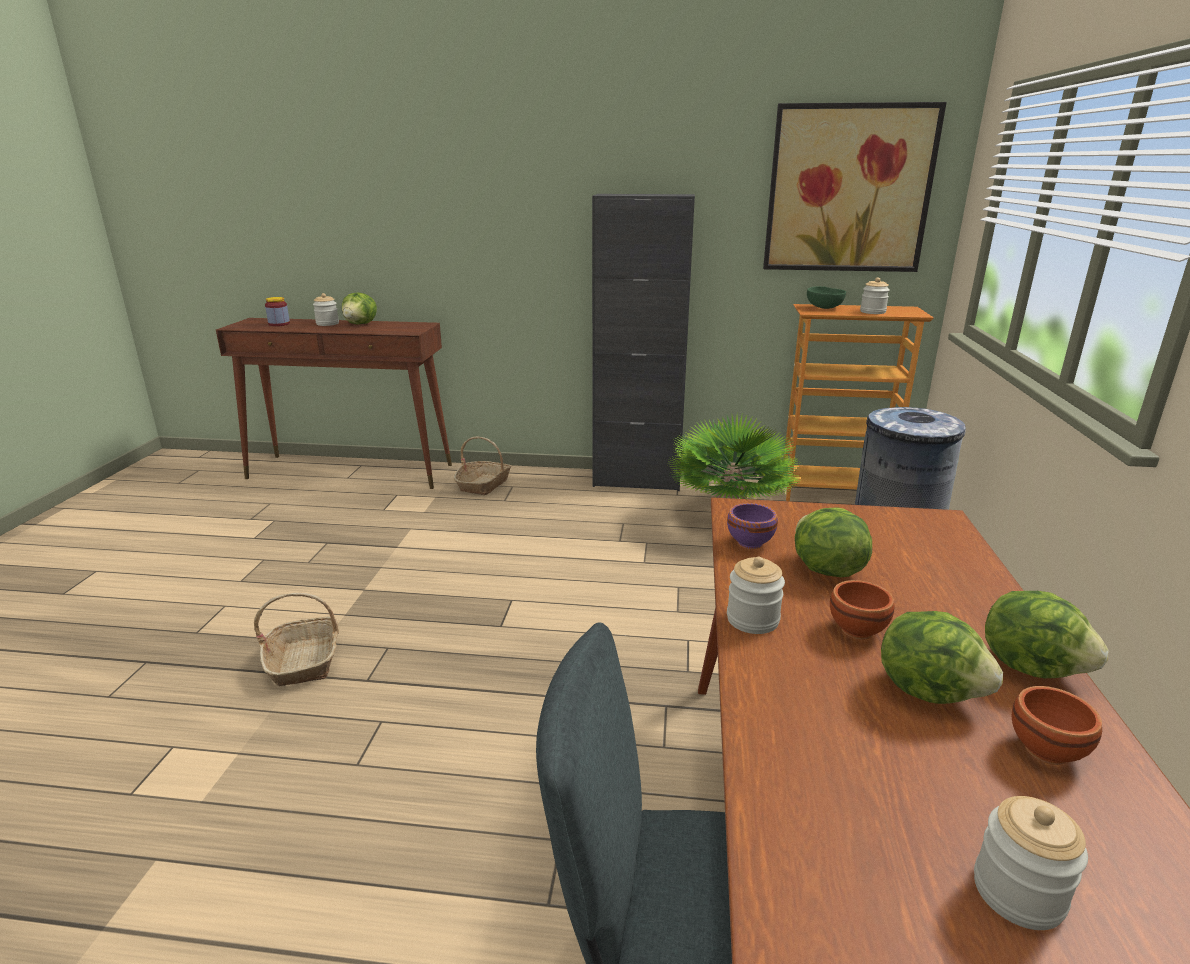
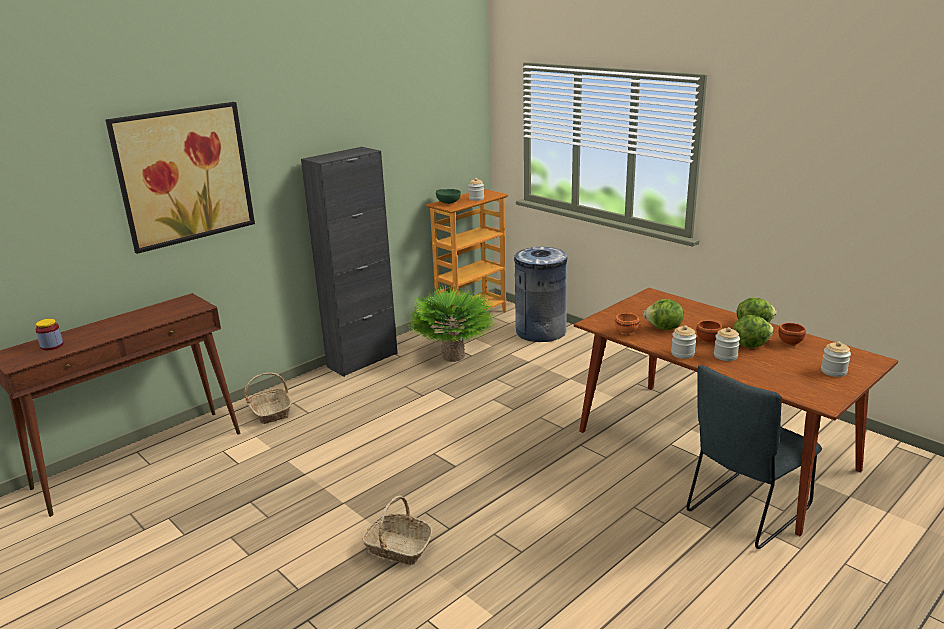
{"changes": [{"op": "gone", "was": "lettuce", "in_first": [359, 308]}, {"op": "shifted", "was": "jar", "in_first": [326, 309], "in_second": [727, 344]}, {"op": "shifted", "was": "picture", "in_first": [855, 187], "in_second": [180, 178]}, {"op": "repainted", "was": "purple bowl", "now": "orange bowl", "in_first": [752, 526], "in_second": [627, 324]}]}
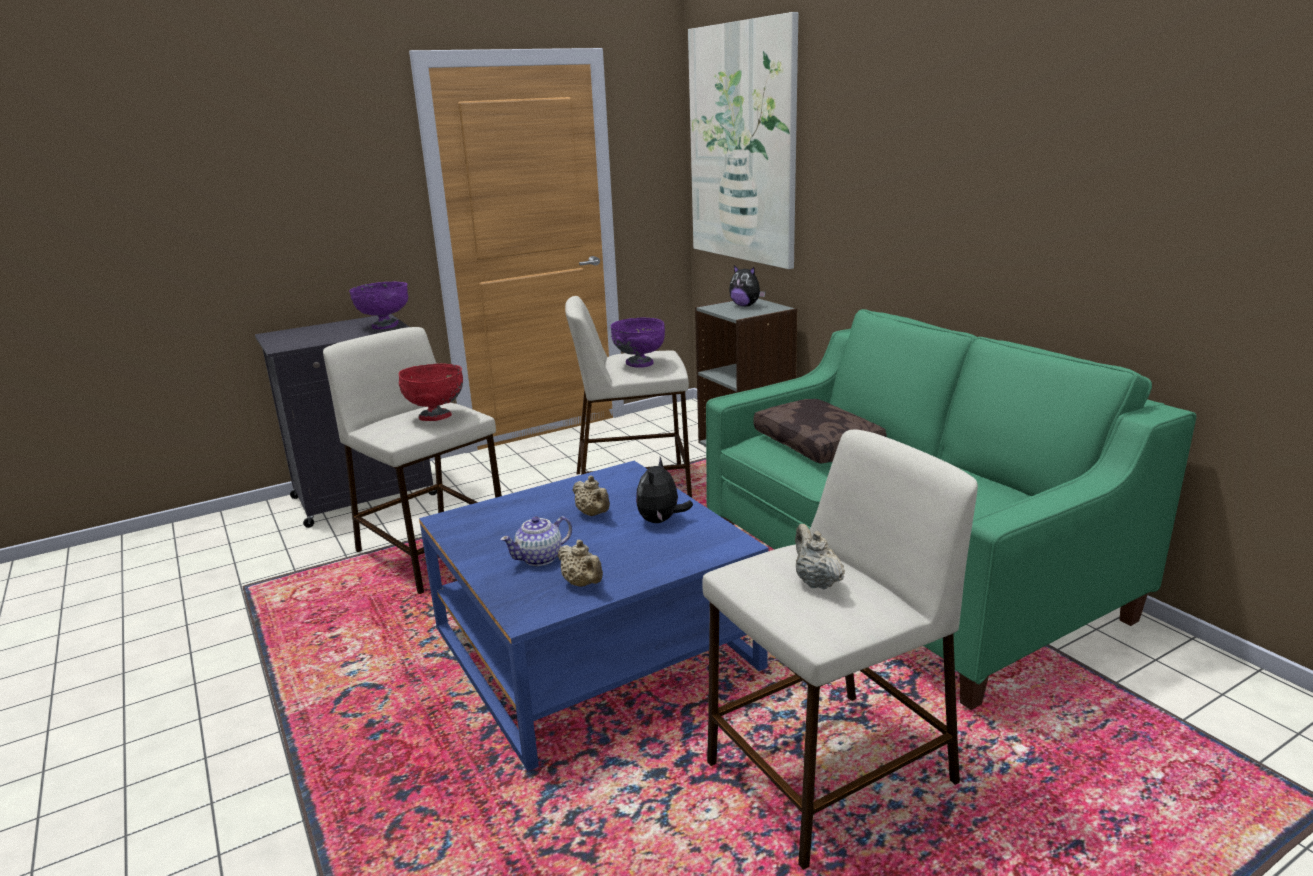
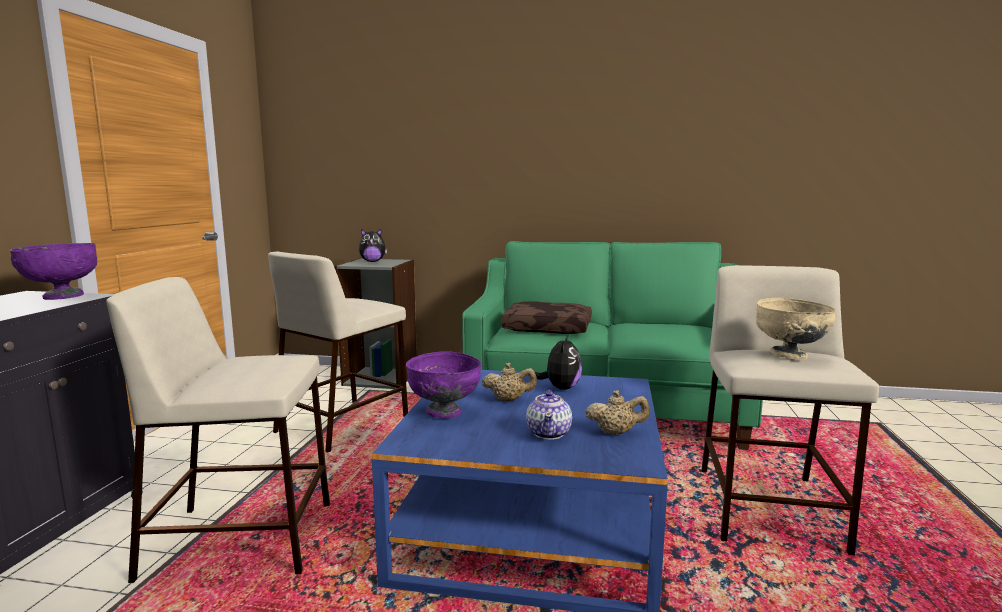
{"changes": [{"op": "gone", "was": "red bowl", "in_first": [431, 392]}, {"op": "gone", "was": "picture", "in_first": [743, 140]}, {"op": "shifted", "was": "purple bowl", "in_first": [638, 342], "in_second": [443, 384]}, {"op": "swapped", "was": "beige teapot", "now": "beige bowl", "in_first": [820, 557], "in_second": [796, 329]}, {"op": "rotated", "was": "plush toy", "in_first": [664, 490], "in_second": [558, 362], "clockwise": -135}]}
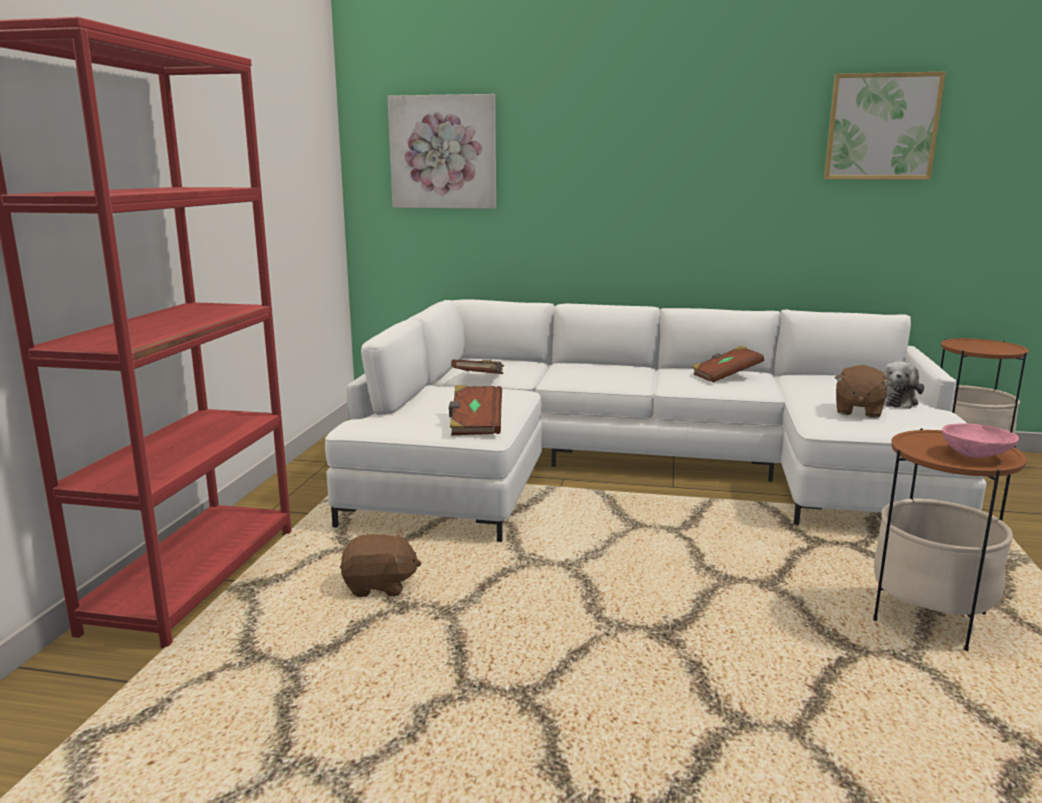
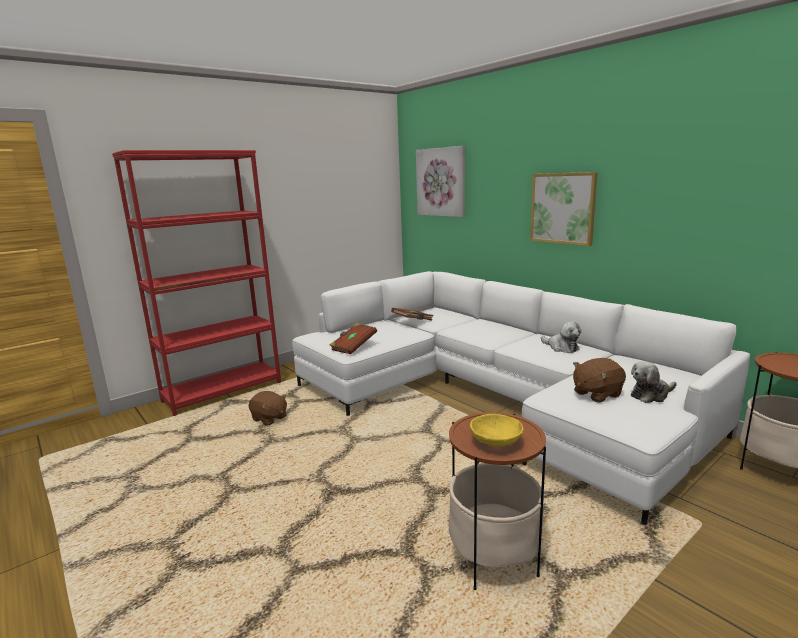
{"changes": [{"op": "shifted", "was": "picture", "in_first": [885, 126], "in_second": [564, 209]}, {"op": "swapped", "was": "brown book", "now": "plush toy", "in_first": [728, 364], "in_second": [561, 337]}, {"op": "repainted", "was": "pink bowl", "now": "yellow bowl", "in_first": [980, 440], "in_second": [497, 430]}]}
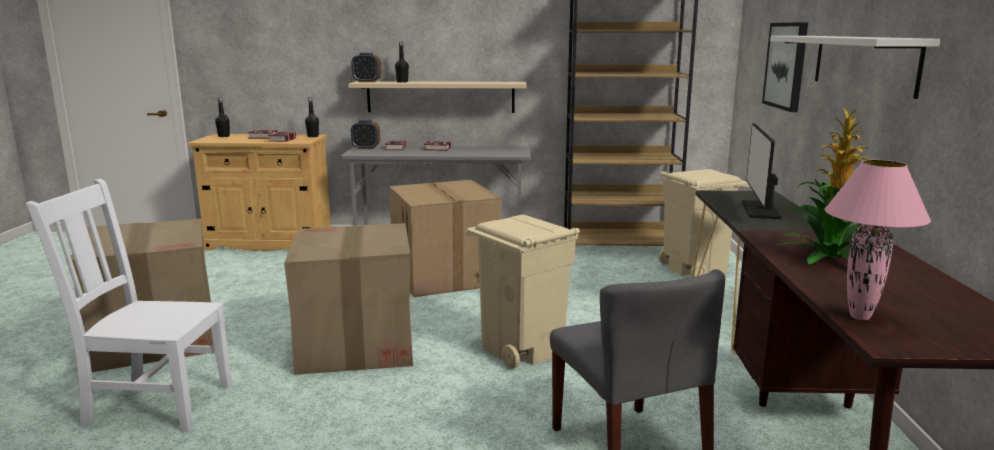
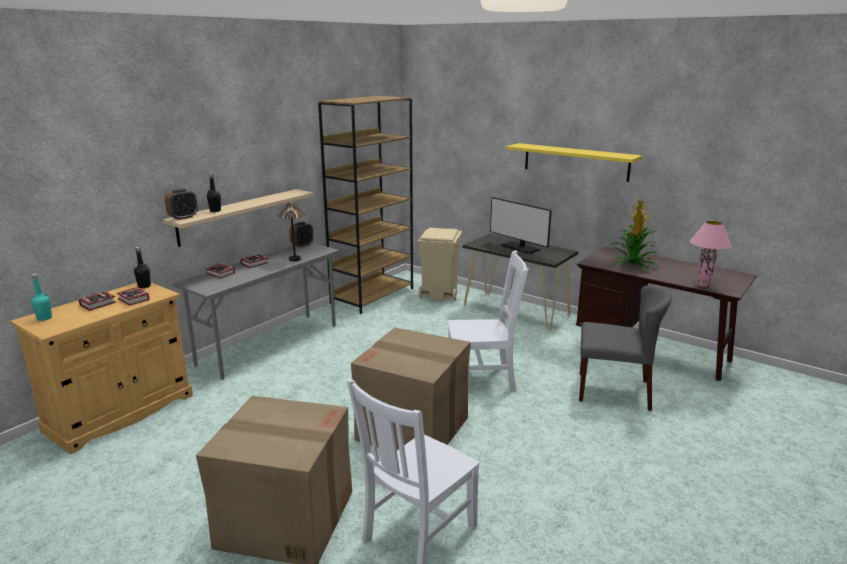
{"changes": [{"op": "gone", "was": "cardboard box", "in_first": [445, 238]}, {"op": "gone", "was": "picture", "in_first": [785, 67]}, {"op": "new", "now": "table lamp", "in_second": [291, 231]}, {"op": "shifted", "was": "alarm clock", "in_first": [365, 134], "in_second": [301, 235]}, {"op": "swapped", "was": "beige trash can", "now": "white chair", "in_first": [522, 292], "in_second": [488, 320]}, {"op": "repainted", "was": "black bottle", "now": "turquoise bottle", "in_first": [222, 117], "in_second": [41, 297]}, {"op": "repainted", "was": "white shelf", "now": "yellow shelf", "in_first": [855, 67], "in_second": [574, 162]}]}
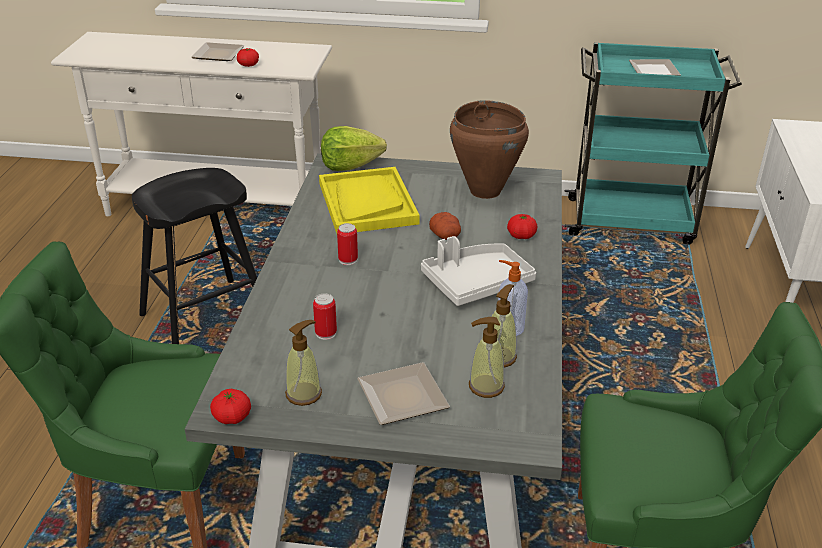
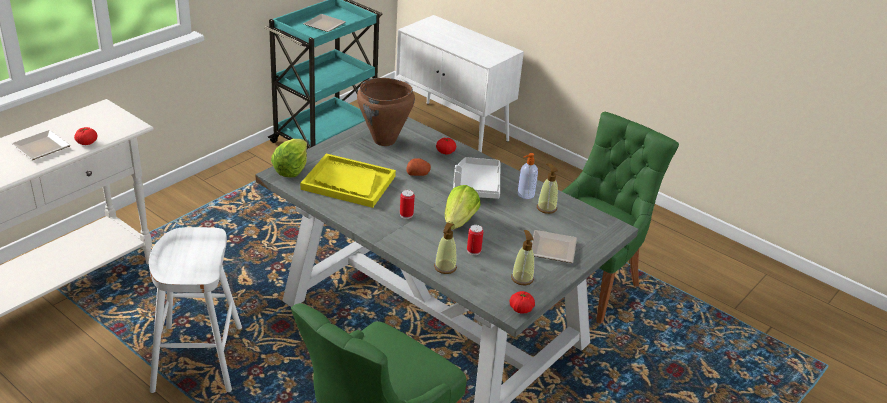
{"changes": [{"op": "new", "now": "lettuce", "in_second": [463, 207]}, {"op": "shifted", "was": "soap dispenser", "in_first": [487, 357], "in_second": [445, 248]}, {"op": "repainted", "was": "black stool", "now": "white stool", "in_first": [194, 256], "in_second": [195, 310]}]}
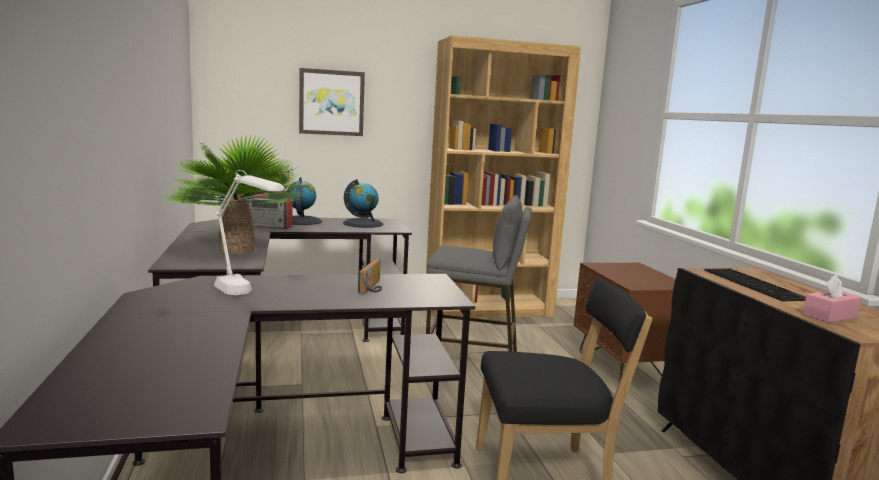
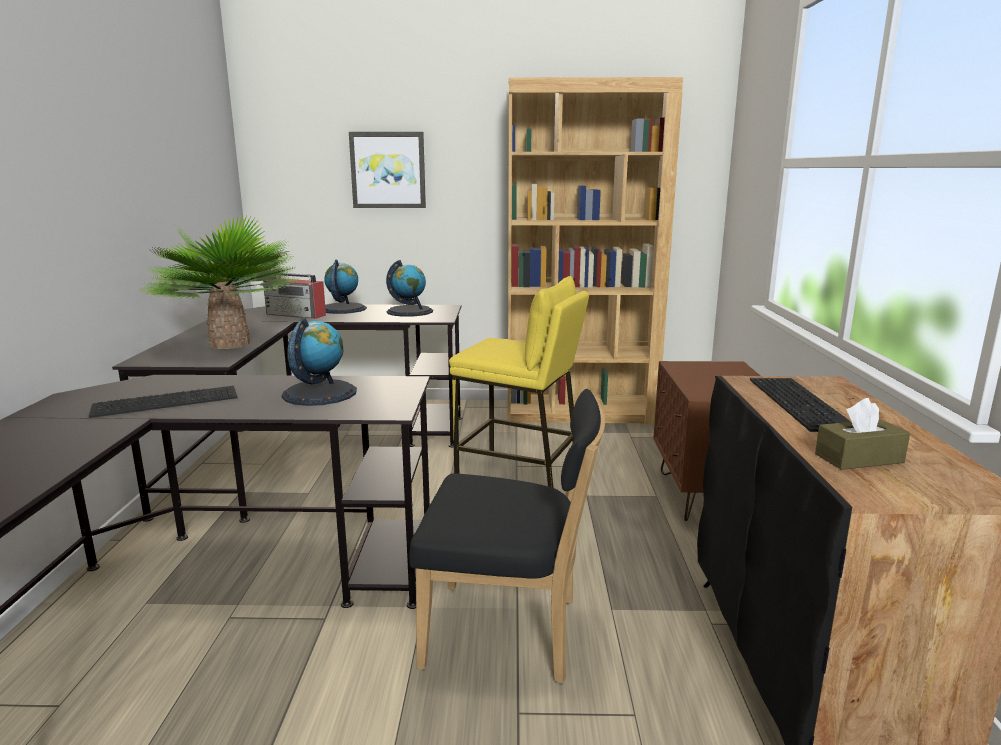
{"changes": [{"op": "swapped", "was": "white table lamp", "now": "keyboard", "in_first": [249, 232], "in_second": [163, 402]}, {"op": "swapped", "was": "radio", "now": "globe", "in_first": [370, 276], "in_second": [319, 361]}, {"op": "repainted", "was": "grey stool", "now": "yellow stool", "in_first": [479, 273], "in_second": [519, 382]}, {"op": "repainted", "was": "pink tissue box", "now": "brown tissue box", "in_first": [832, 298], "in_second": [862, 434]}]}
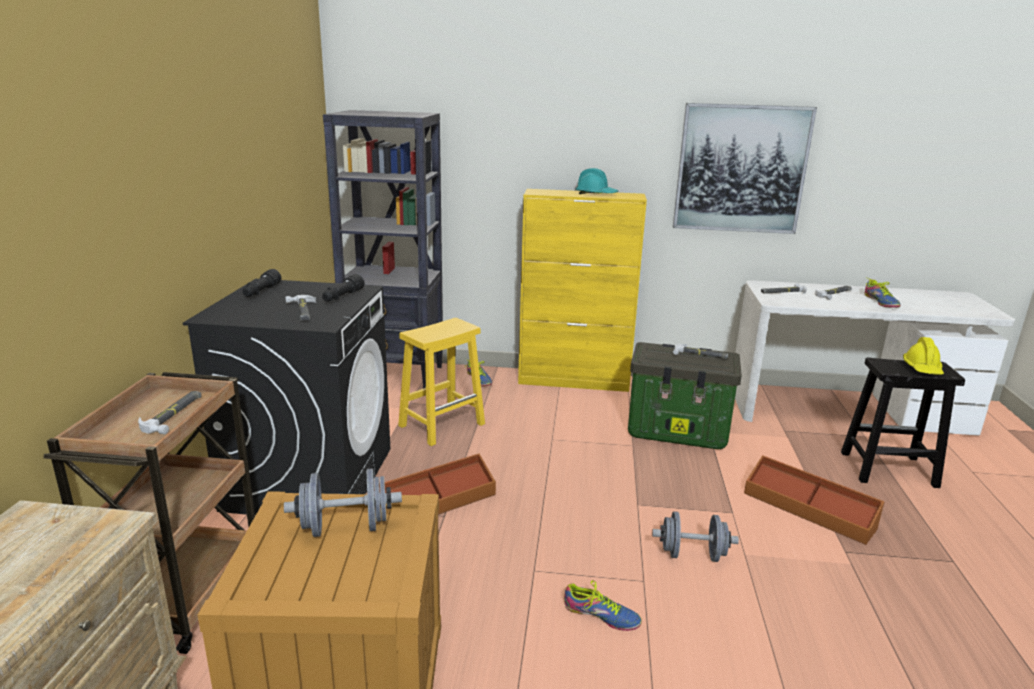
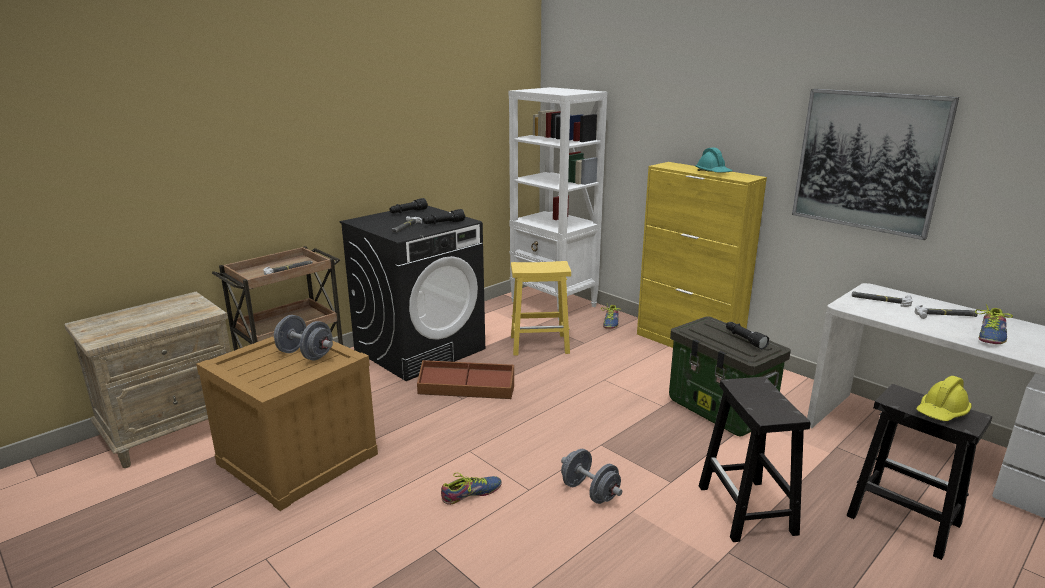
{"changes": [{"op": "swapped", "was": "hammer", "now": "black flashlight", "in_first": [700, 351], "in_second": [747, 335]}, {"op": "swapped", "was": "brown storage box", "now": "black stool", "in_first": [814, 500], "in_second": [755, 459]}, {"op": "repainted", "was": "black bookcase", "now": "white bookcase", "in_first": [383, 249], "in_second": [557, 203]}, {"op": "rotated", "was": "shoe", "in_first": [603, 605], "in_second": [471, 489], "clockwise": -90}]}
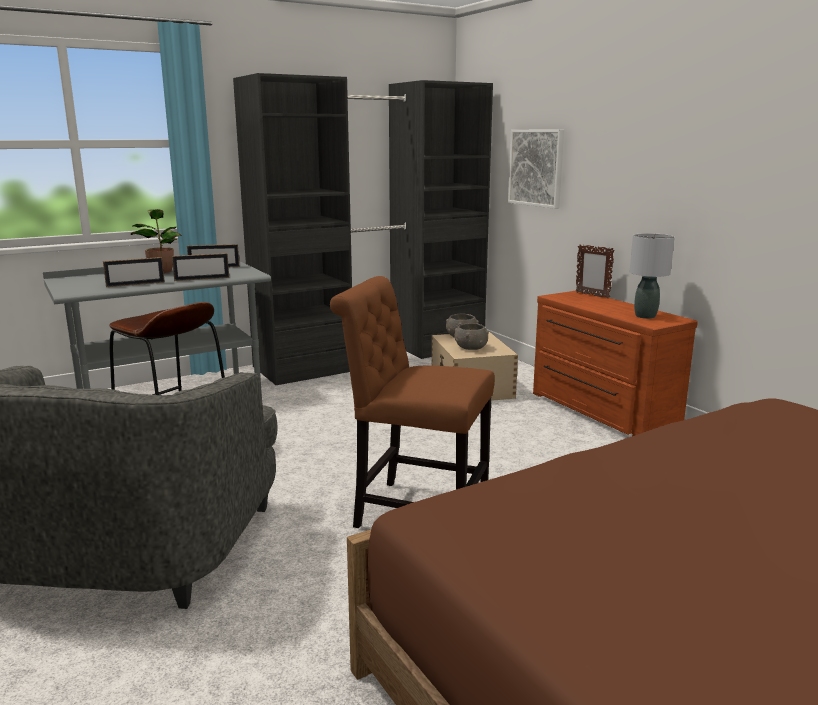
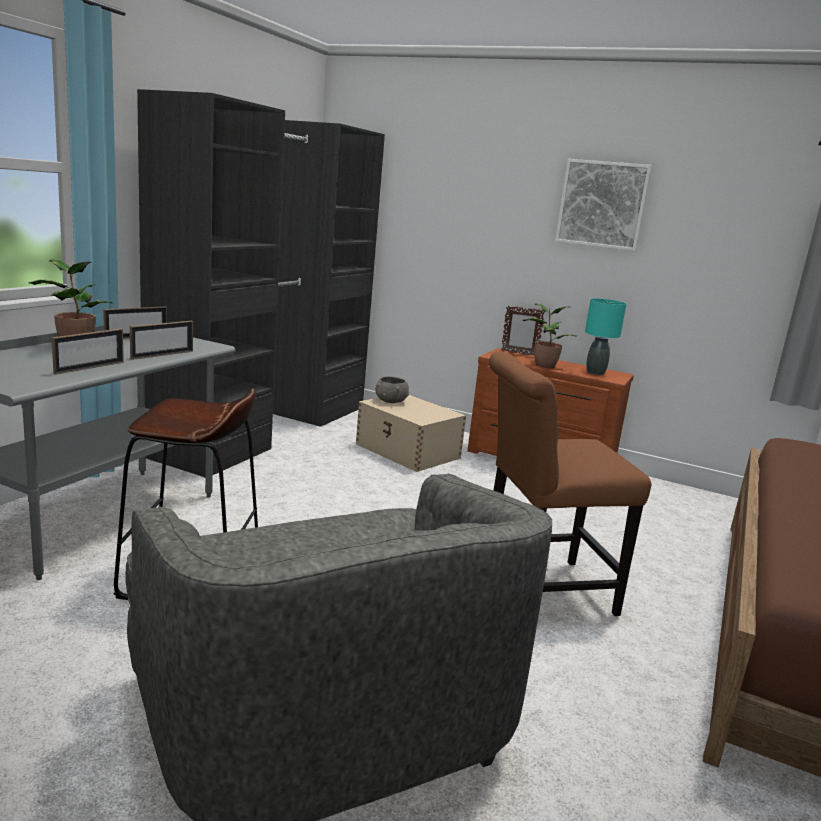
{"changes": [{"op": "gone", "was": "grey bowl", "in_first": [471, 336]}, {"op": "new", "now": "potted plant", "in_second": [549, 335]}, {"op": "shifted", "was": "picture", "in_first": [536, 169], "in_second": [603, 205]}, {"op": "repainted", "was": "grey table lamp", "now": "turquoise table lamp", "in_first": [652, 276], "in_second": [605, 336]}]}
